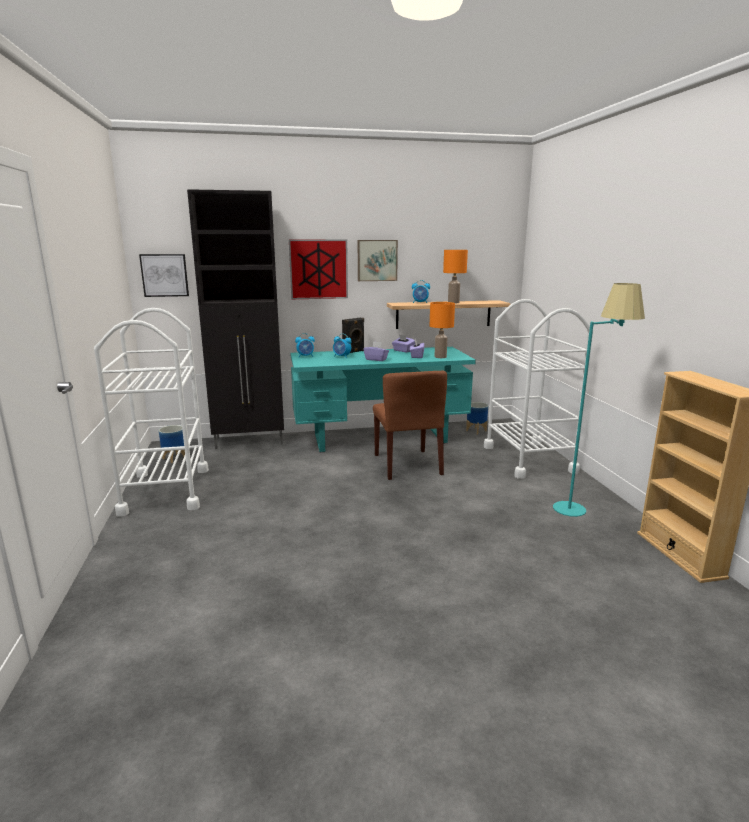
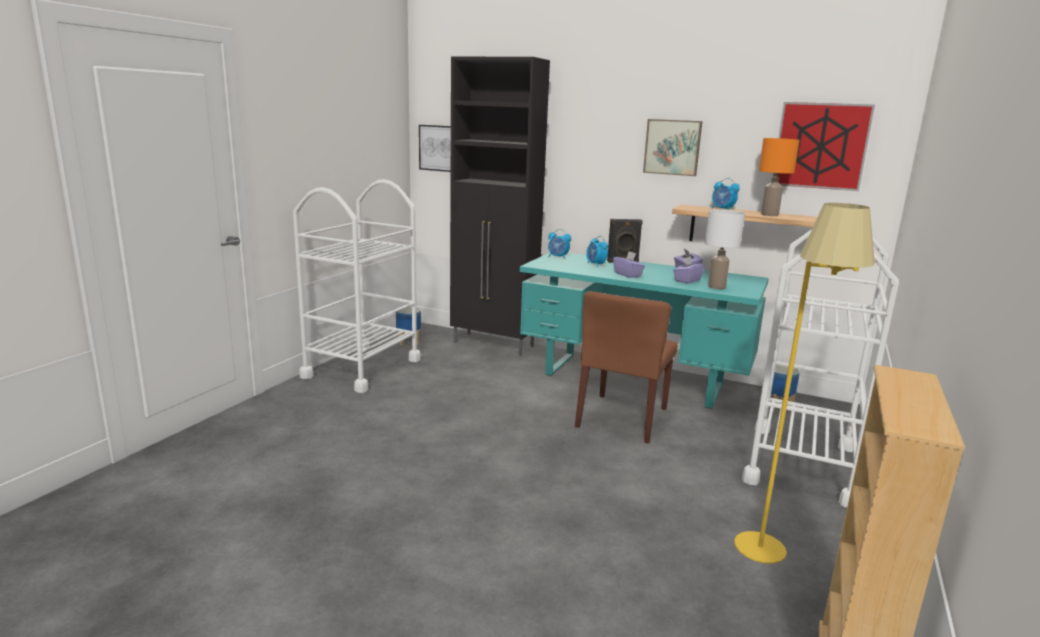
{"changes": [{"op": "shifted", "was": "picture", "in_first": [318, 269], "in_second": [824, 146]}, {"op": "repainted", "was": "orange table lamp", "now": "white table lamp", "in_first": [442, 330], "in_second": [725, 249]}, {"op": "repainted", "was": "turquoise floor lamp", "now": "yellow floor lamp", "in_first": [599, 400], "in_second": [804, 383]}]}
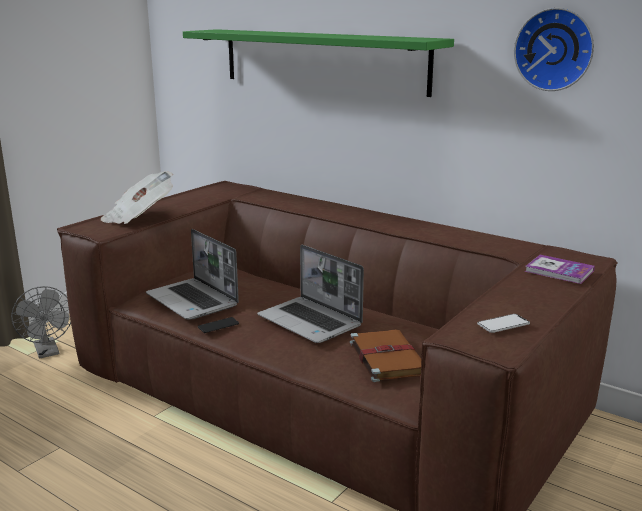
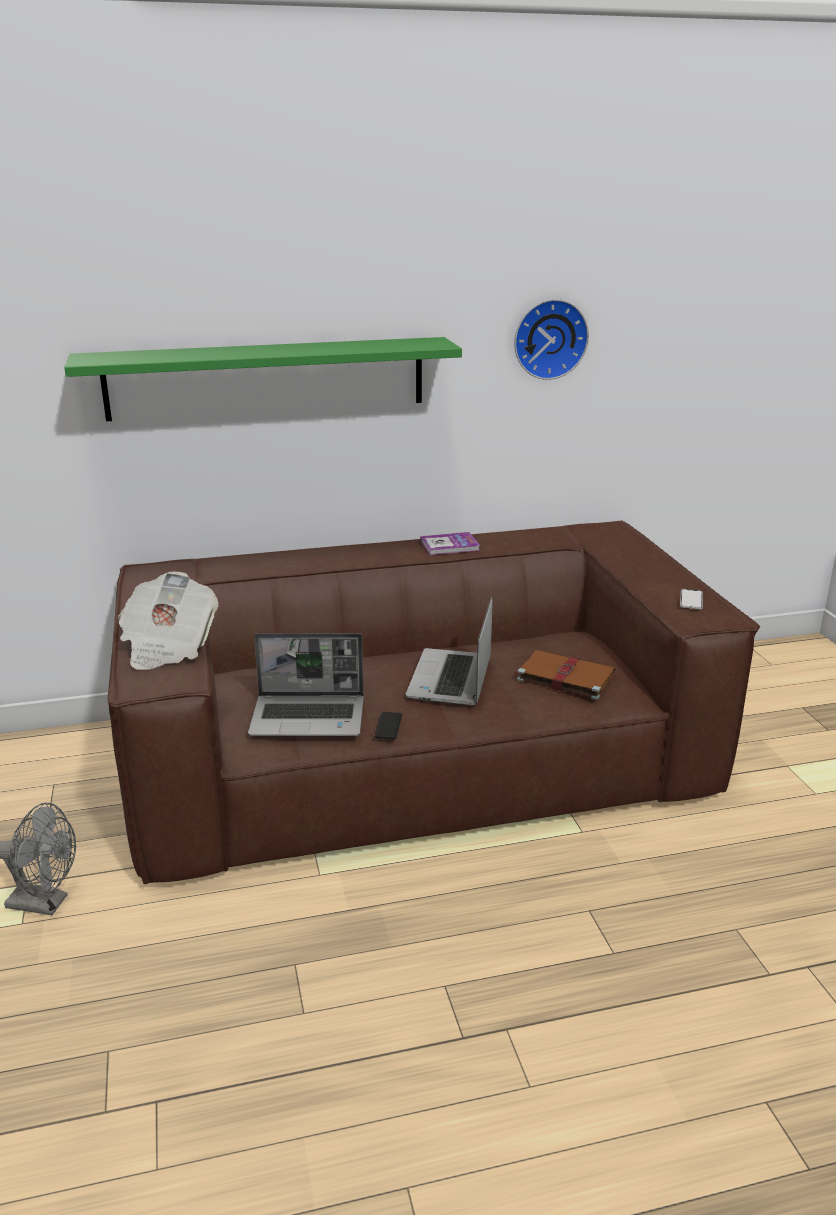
{"changes": [{"op": "shifted", "was": "book", "in_first": [560, 269], "in_second": [450, 543]}, {"op": "rotated", "was": "laptop", "in_first": [310, 294], "in_second": [449, 651], "clockwise": 105}]}
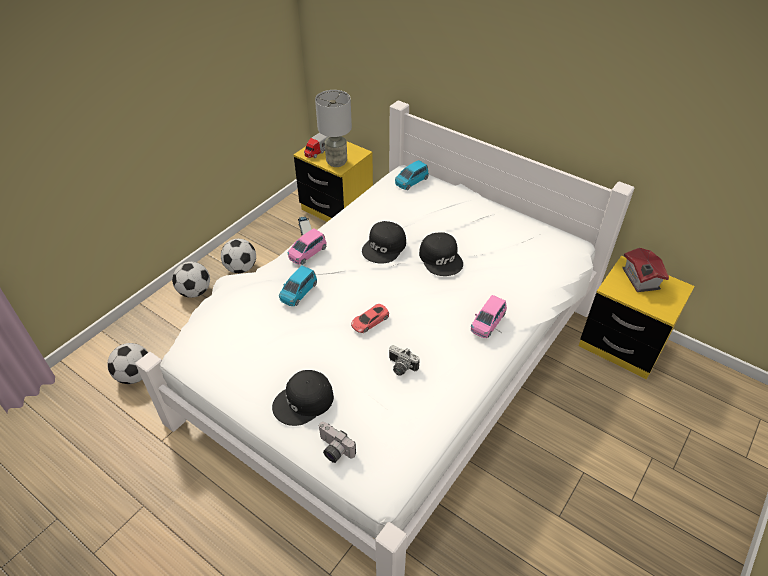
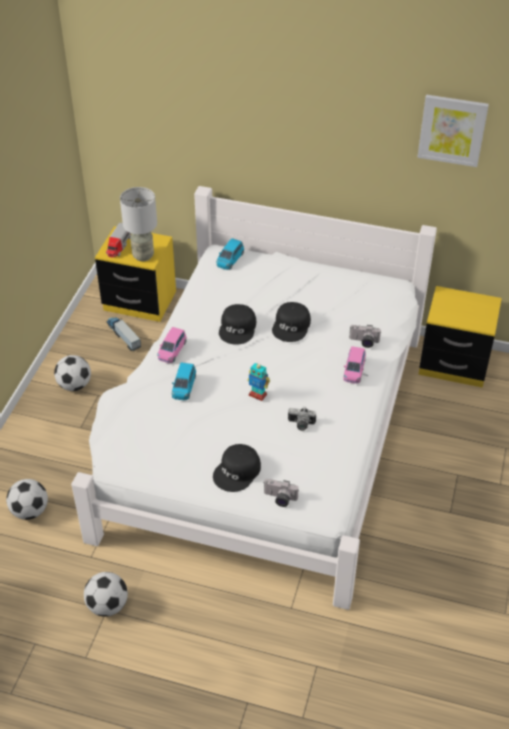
{"changes": [{"op": "gone", "was": "toy house", "in_first": [646, 270]}, {"op": "new", "now": "photo camera", "in_second": [365, 336]}, {"op": "new", "now": "picture", "in_second": [453, 131]}, {"op": "shifted", "was": "football", "in_first": [191, 280], "in_second": [106, 594]}, {"op": "swapped", "was": "red toy car", "now": "toy robot", "in_first": [370, 318], "in_second": [258, 381]}, {"op": "rotated", "was": "black cap", "in_first": [441, 254], "in_second": [291, 322], "clockwise": 60}]}
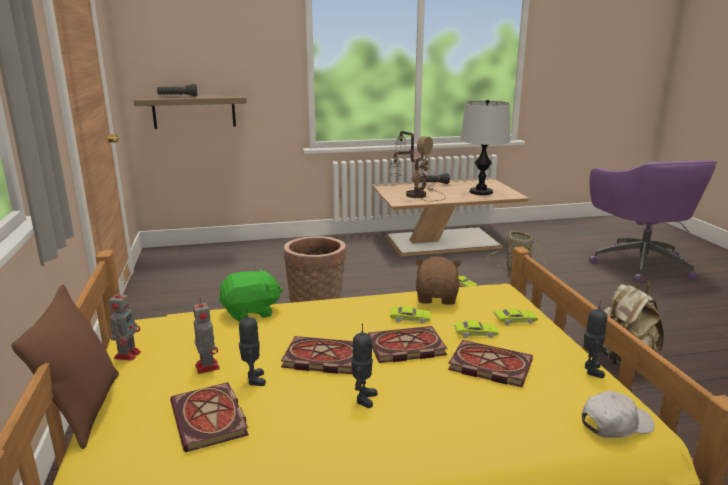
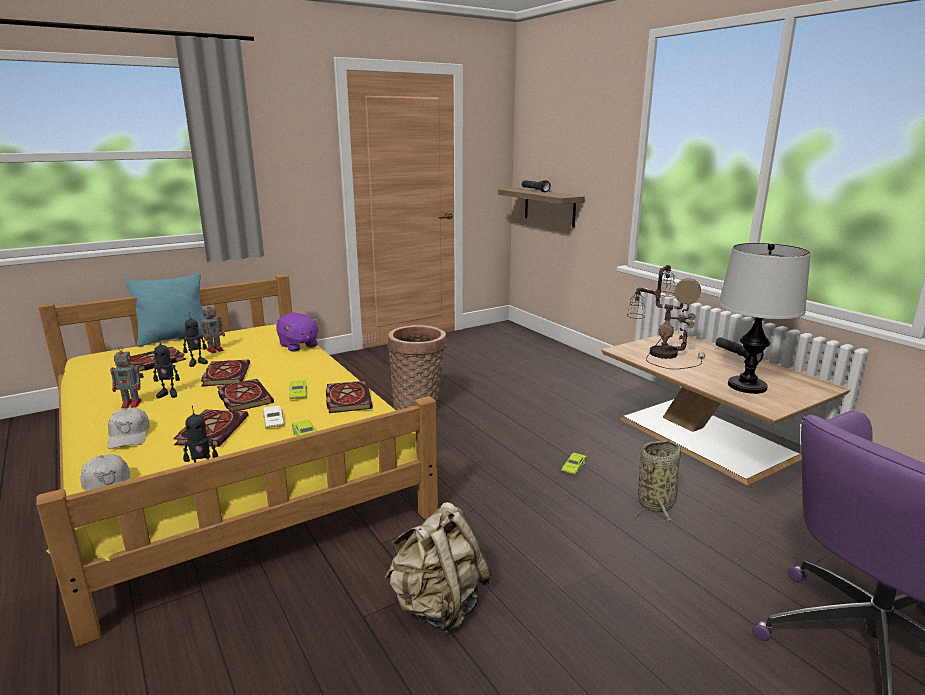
{"changes": [{"op": "new", "now": "white cap", "in_second": [129, 428]}, {"op": "shifted", "was": "toy robot", "in_first": [125, 324], "in_second": [127, 377]}, {"op": "swapped", "was": "brown plush toy", "now": "book", "in_first": [438, 280], "in_second": [349, 397]}, {"op": "repainted", "was": "brown pillow", "now": "turquoise pillow", "in_first": [65, 367], "in_second": [165, 310]}, {"op": "repainted", "was": "green plush toy", "now": "purple plush toy", "in_first": [251, 295], "in_second": [297, 332]}, {"op": "repainted", "was": "green toy car", "now": "white toy car", "in_first": [476, 329], "in_second": [273, 416]}]}
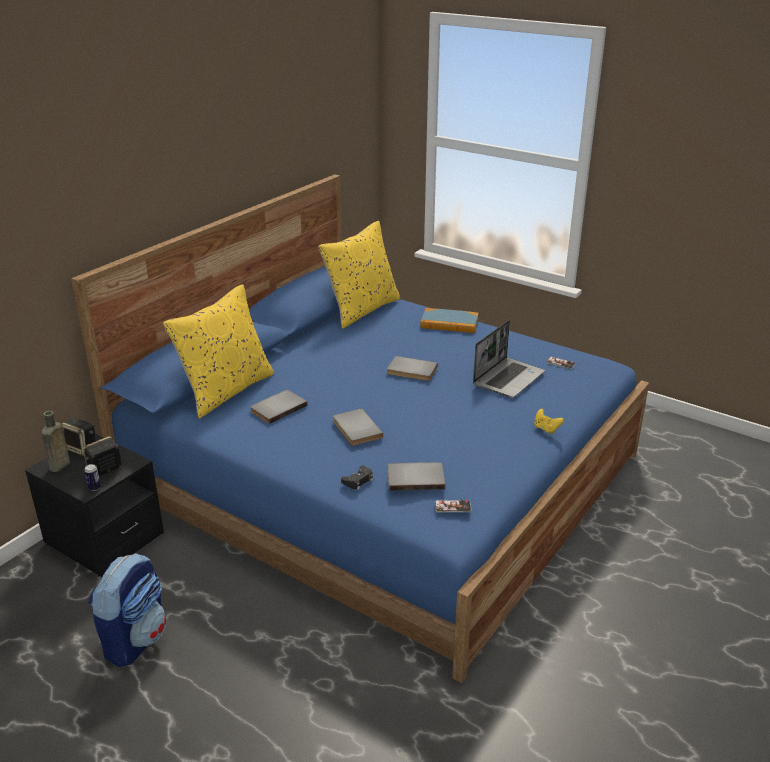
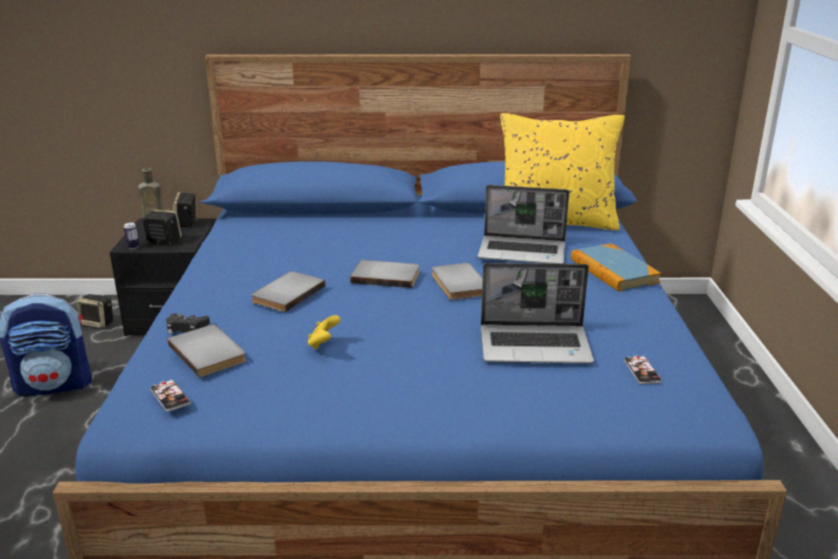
{"changes": [{"op": "gone", "was": "yellow pillow", "in_first": [218, 351]}, {"op": "new", "now": "speaker", "in_second": [95, 311]}, {"op": "new", "now": "laptop", "in_second": [523, 224]}, {"op": "shifted", "was": "grey book", "in_first": [279, 407], "in_second": [385, 274]}, {"op": "shifted", "was": "yellow game controller", "in_first": [549, 421], "in_second": [324, 332]}]}
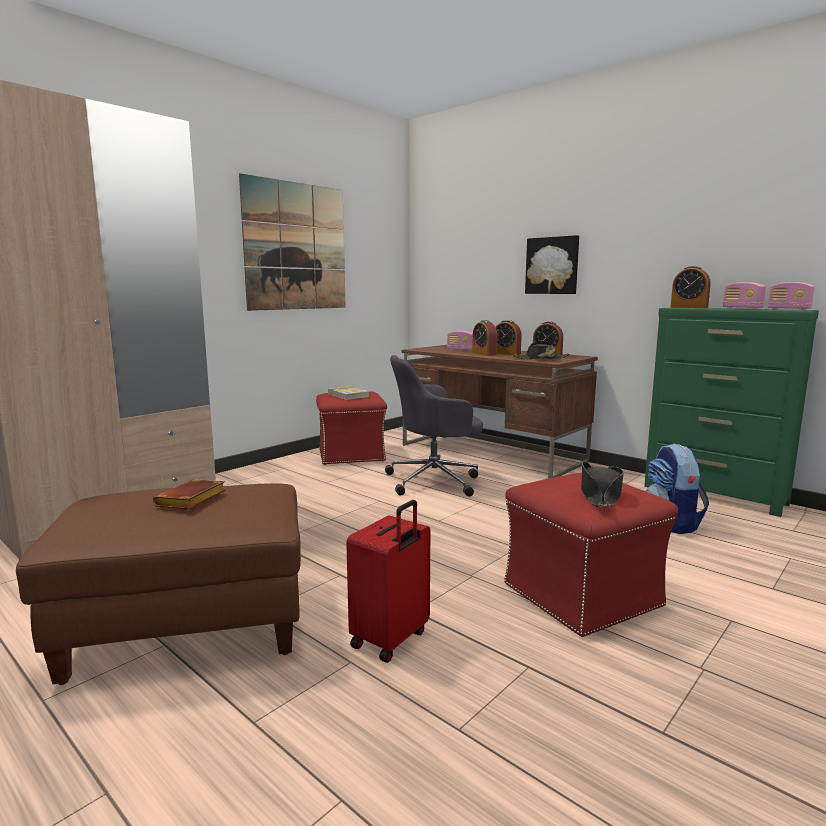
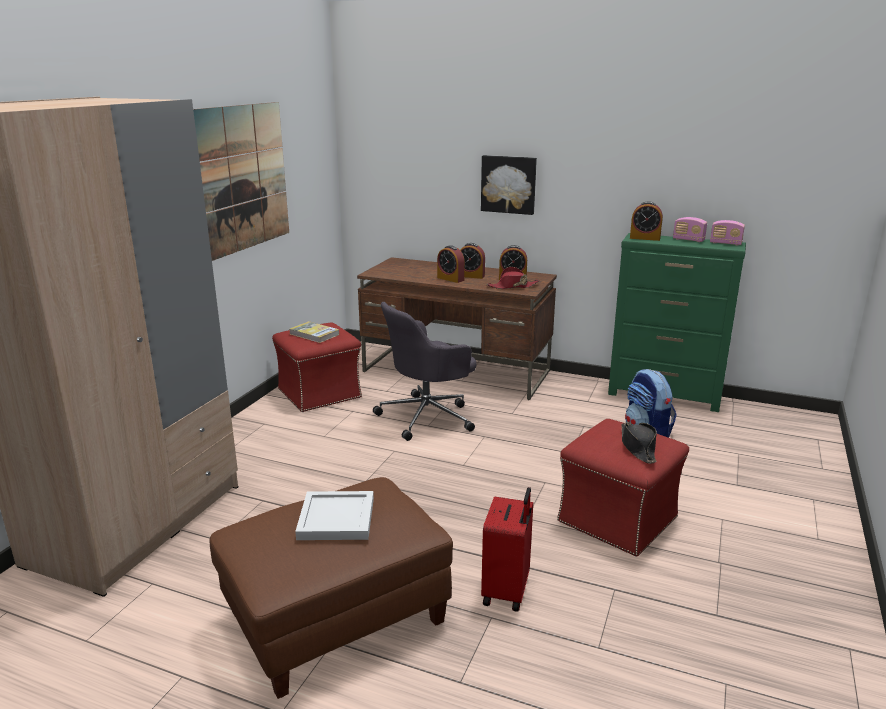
{"changes": [{"op": "gone", "was": "radio", "in_first": [460, 341]}, {"op": "swapped", "was": "brown book", "now": "white tray", "in_first": [189, 494], "in_second": [334, 515]}, {"op": "repainted", "was": "black hat", "now": "red hat", "in_first": [541, 350], "in_second": [513, 278]}]}
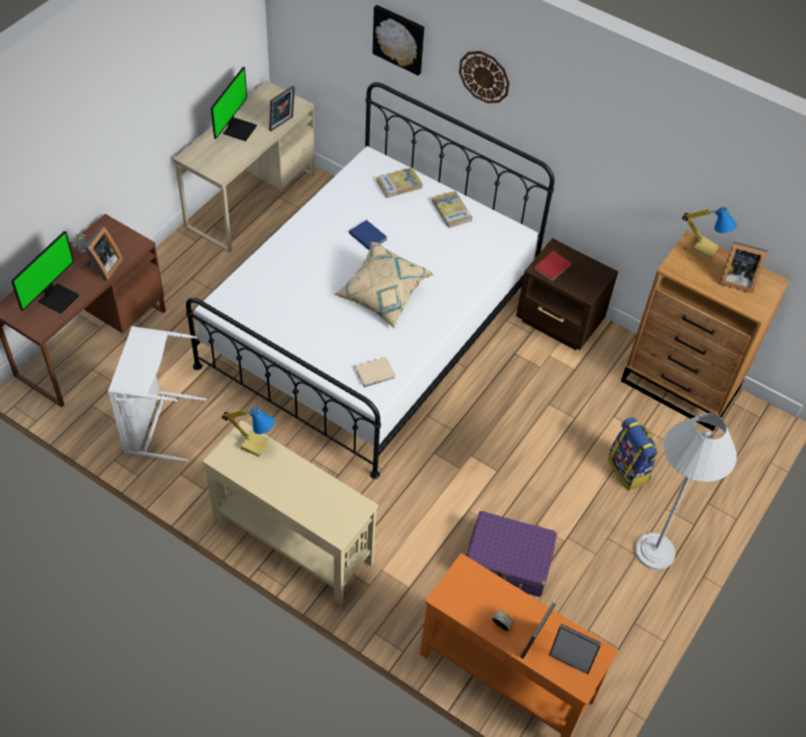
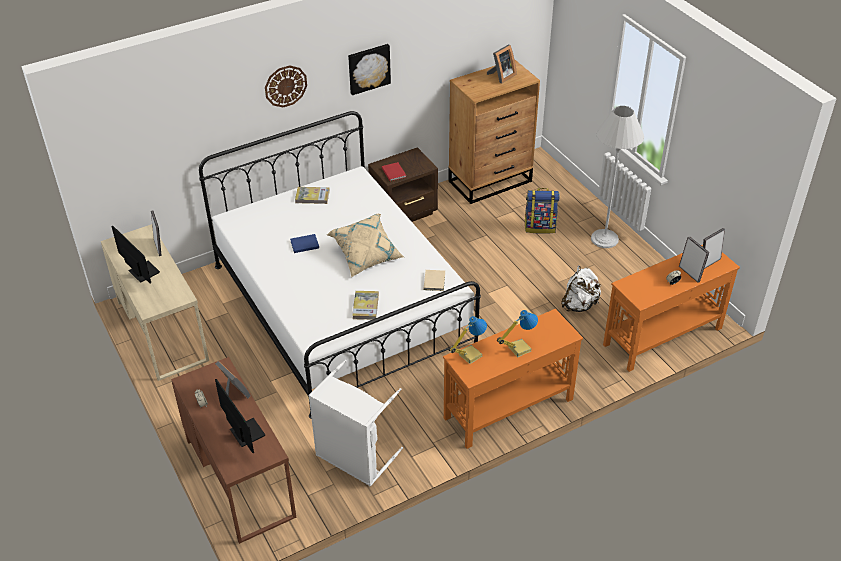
{"changes": [{"op": "shifted", "was": "picture", "in_first": [398, 40], "in_second": [369, 69]}, {"op": "shifted", "was": "book", "in_first": [399, 183], "in_second": [365, 305]}, {"op": "shifted", "was": "table lamp", "in_first": [709, 233], "in_second": [517, 333]}, {"op": "swapped", "was": "purple suitcase", "now": "white backpack", "in_first": [512, 554], "in_second": [581, 289]}, {"op": "repainted", "was": "beige console table", "now": "orange console table", "in_first": [290, 512], "in_second": [513, 379]}]}
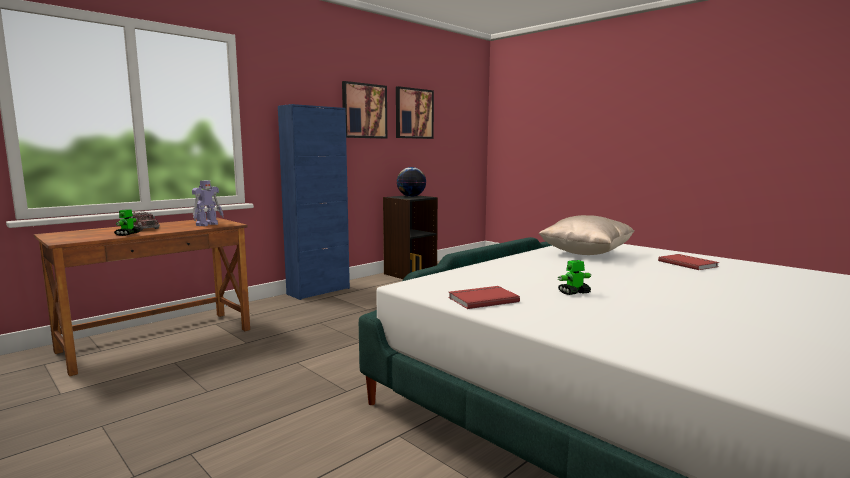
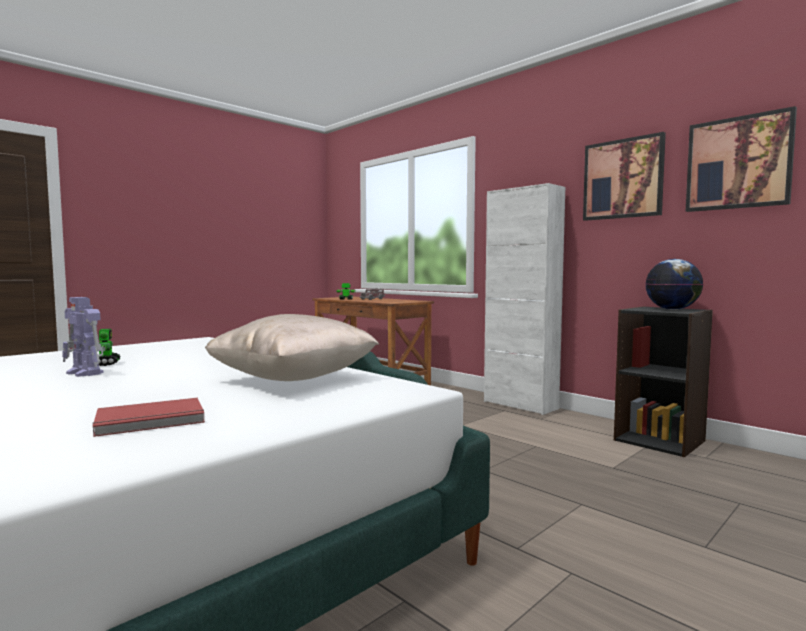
{"changes": [{"op": "gone", "was": "red book", "in_first": [484, 297]}, {"op": "shifted", "was": "toy robot", "in_first": [208, 203], "in_second": [82, 337]}, {"op": "repainted", "was": "blue cabinet", "now": "white cabinet", "in_first": [314, 202], "in_second": [524, 299]}]}
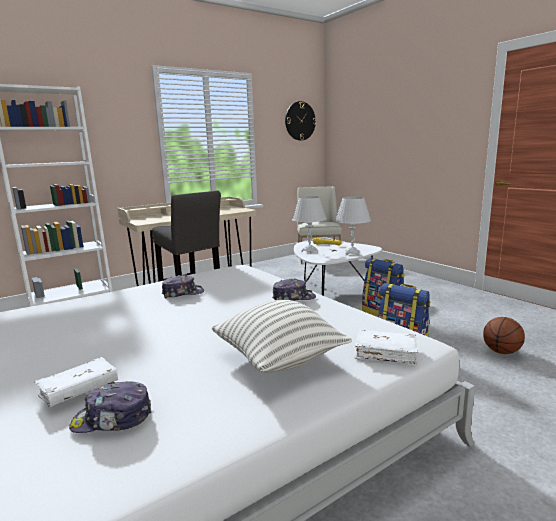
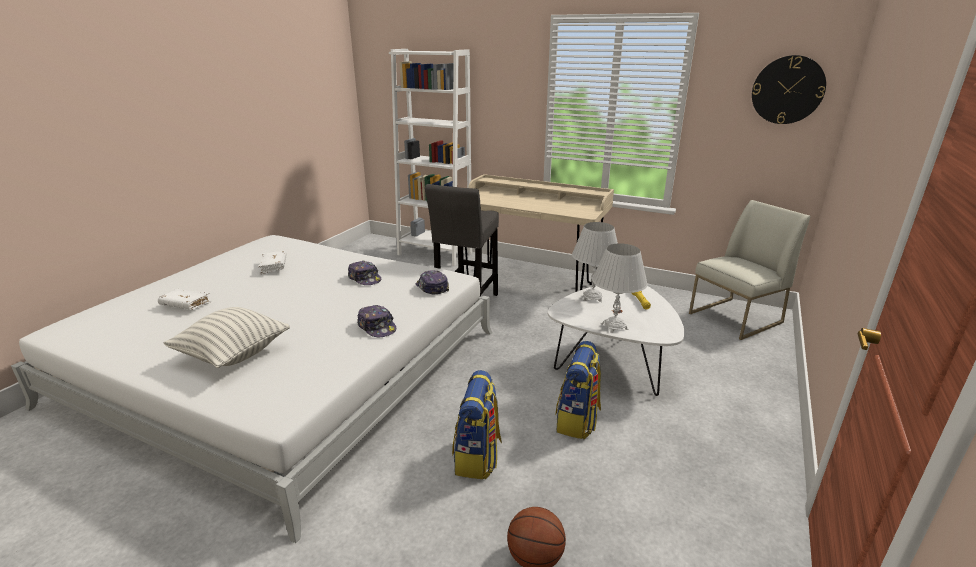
{"changes": [{"op": "shifted", "was": "cap", "in_first": [110, 407], "in_second": [432, 282]}, {"op": "shifted", "was": "white book", "in_first": [386, 347], "in_second": [272, 262]}]}
